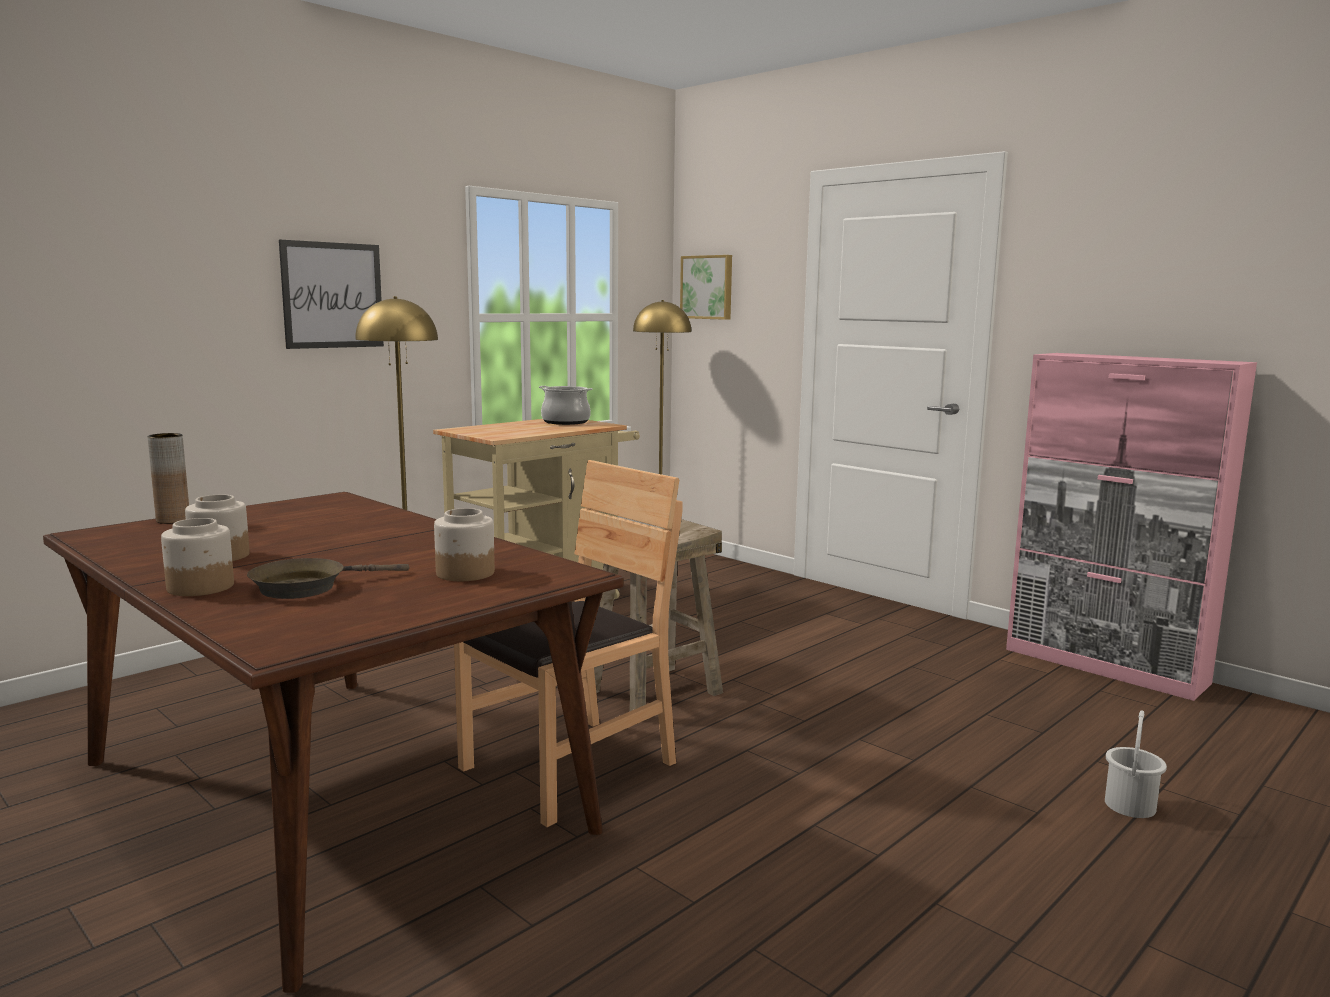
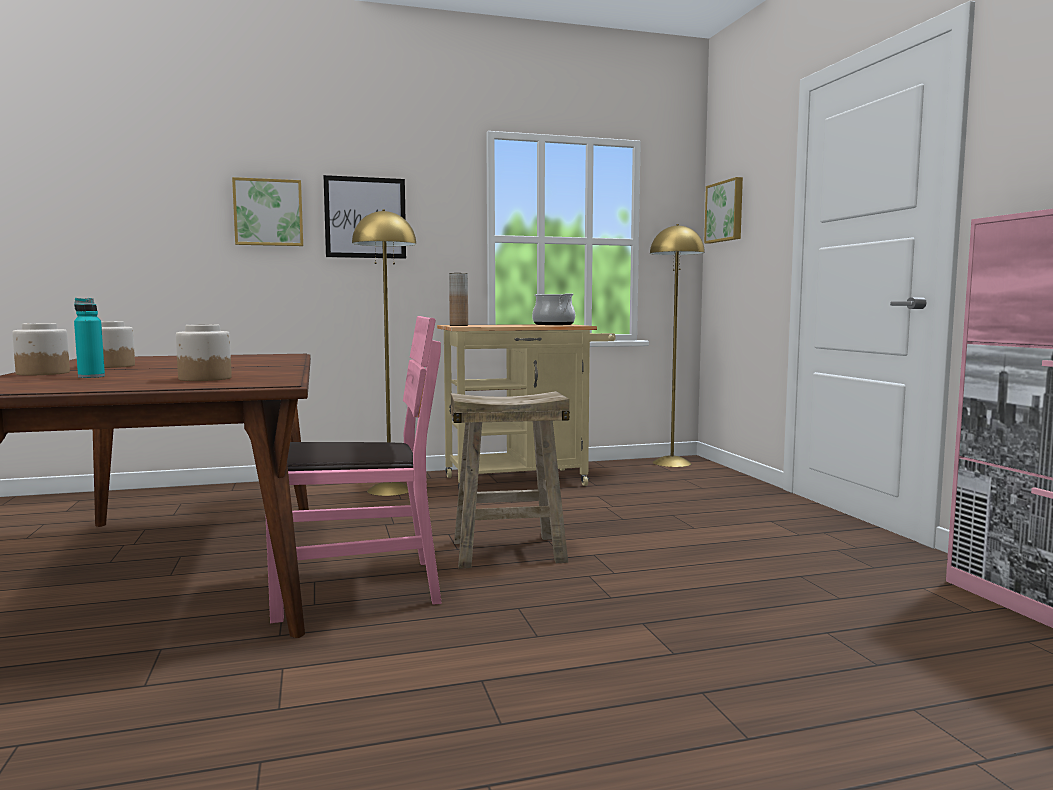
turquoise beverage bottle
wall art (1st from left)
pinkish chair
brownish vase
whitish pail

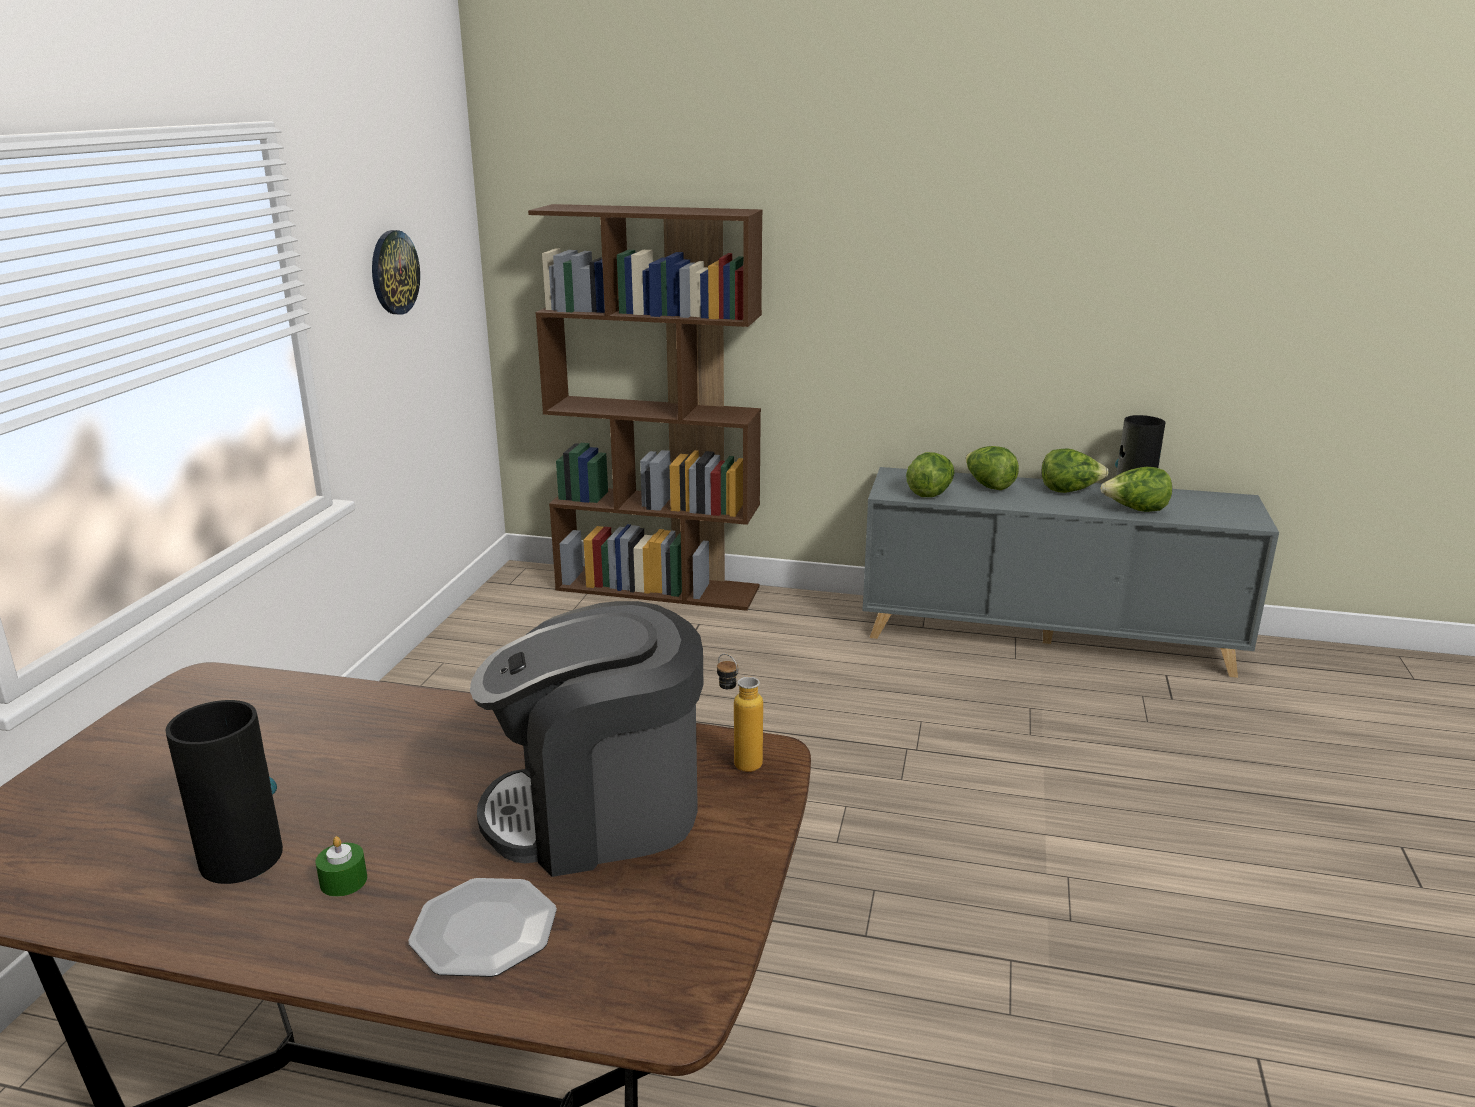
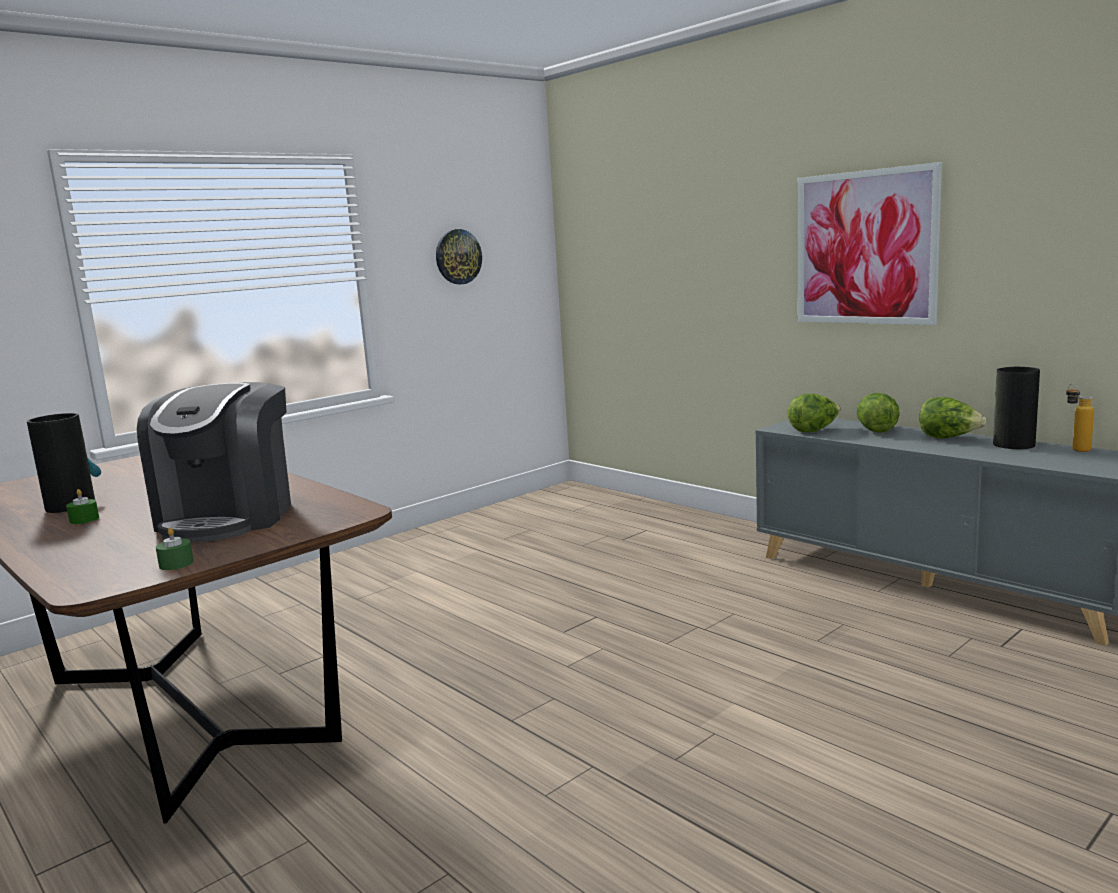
coffee maker
greenish wax light (2nd from left)
wall art
beverage bottle
plate
brownish shelving unit
lettuce (4th from left in the first image)

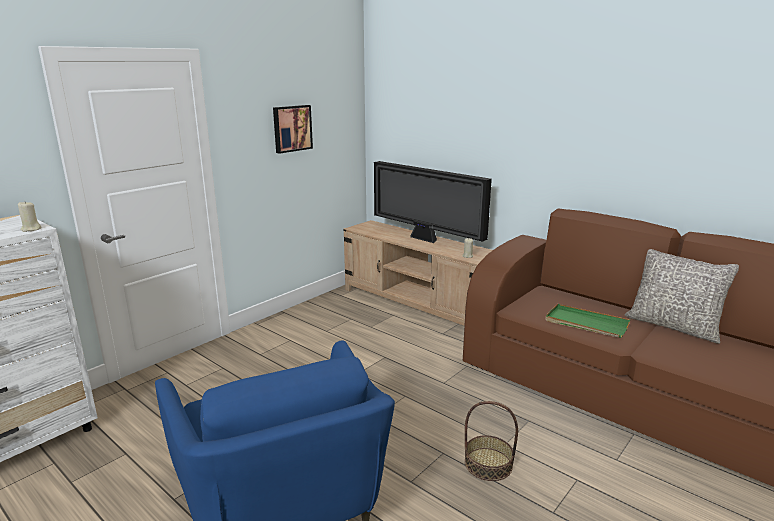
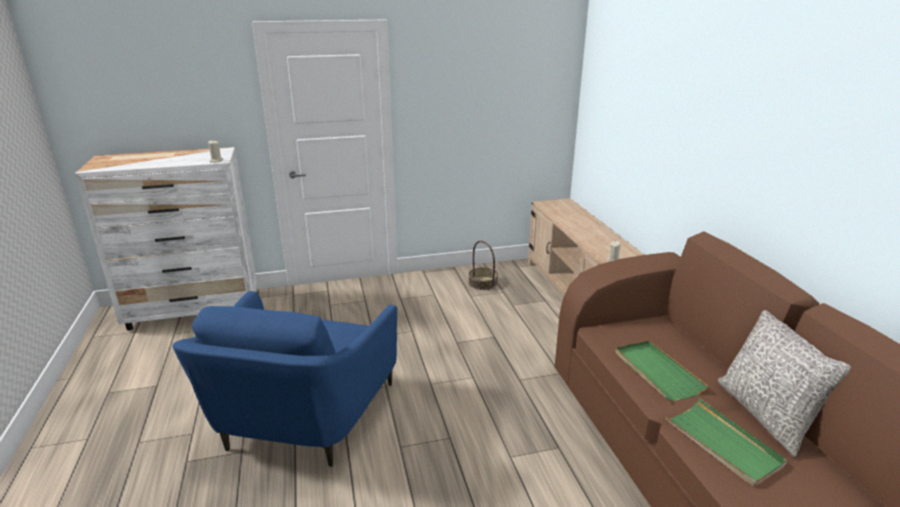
storage basket
greenish carrying tray (2nd from left)
wall art
TV set

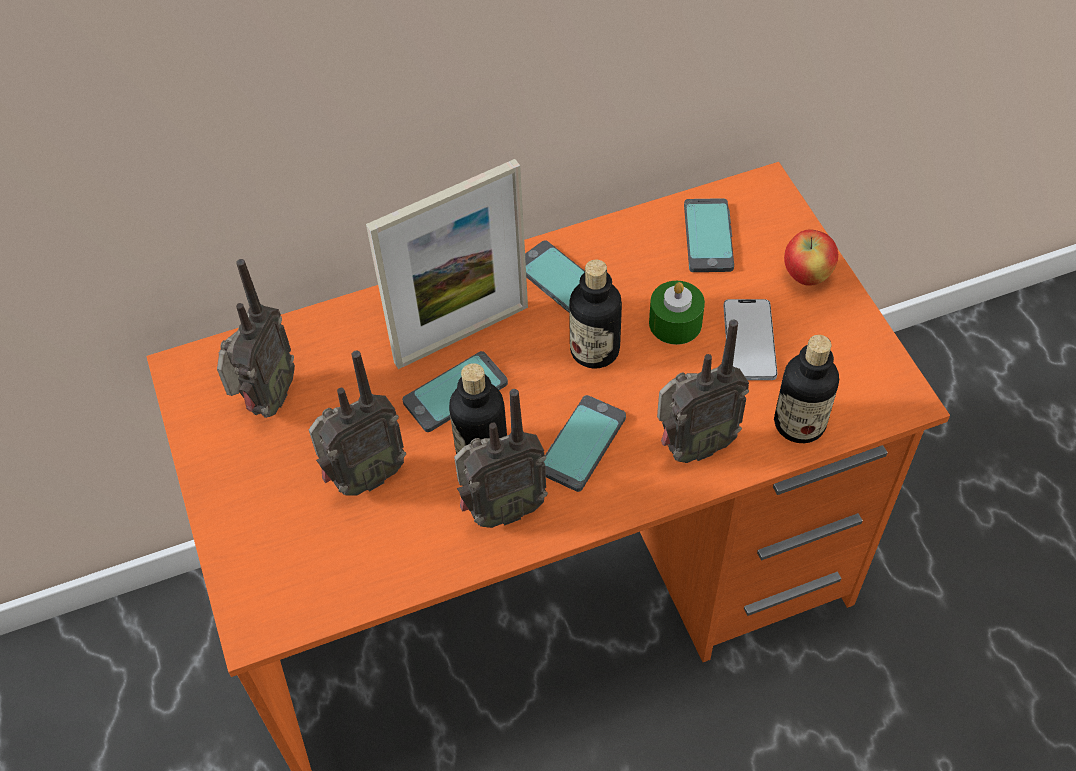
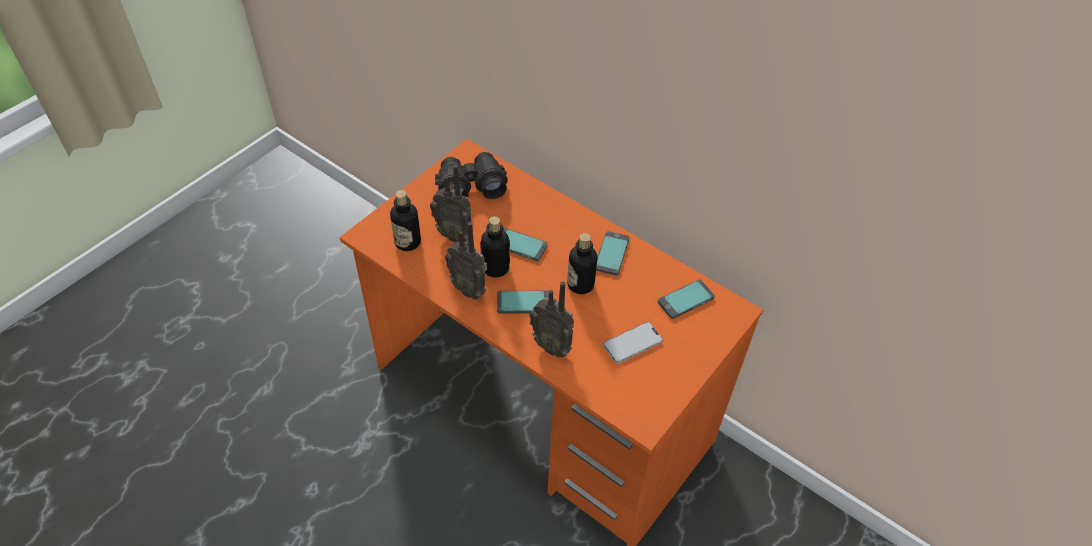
beverage bottle (1st from left)
black field glasses
photo frame
greenish wax light
apple fruit

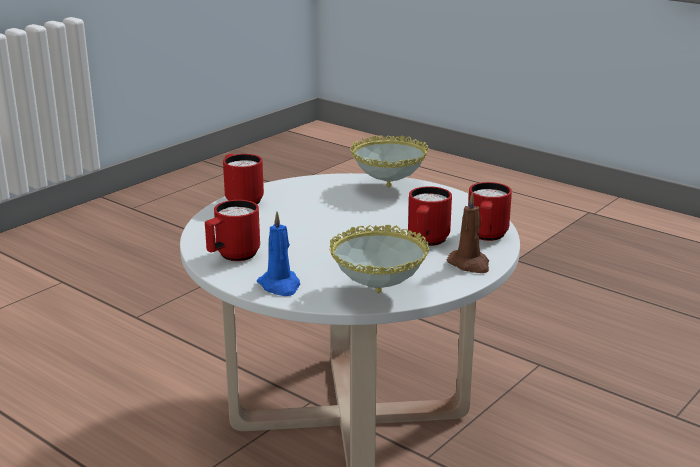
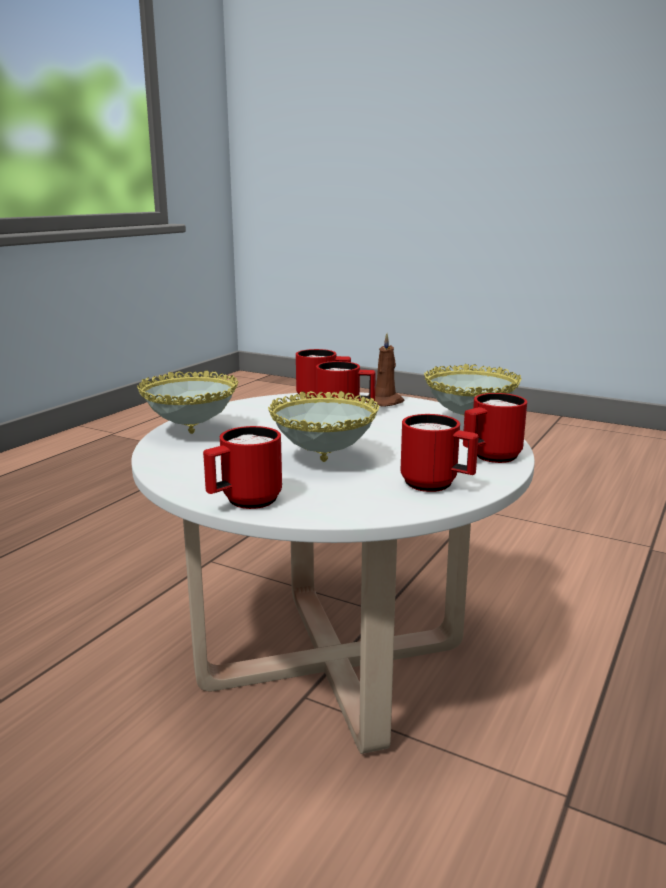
deep dish (2nd from left)
reddish mug (5th from left)

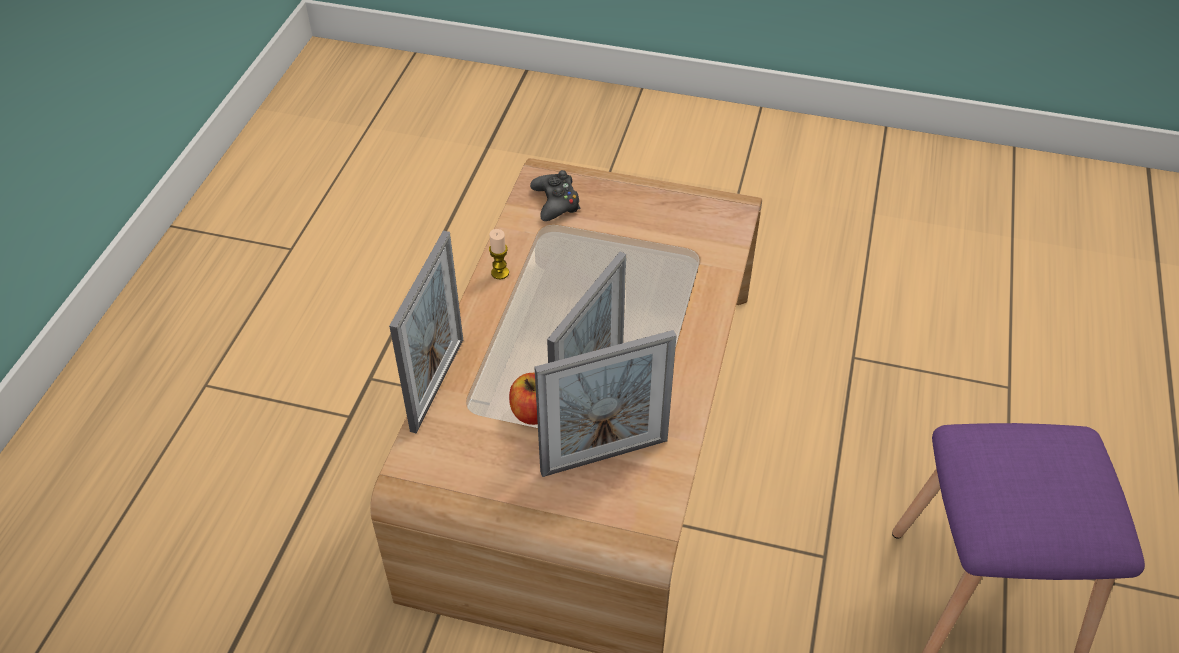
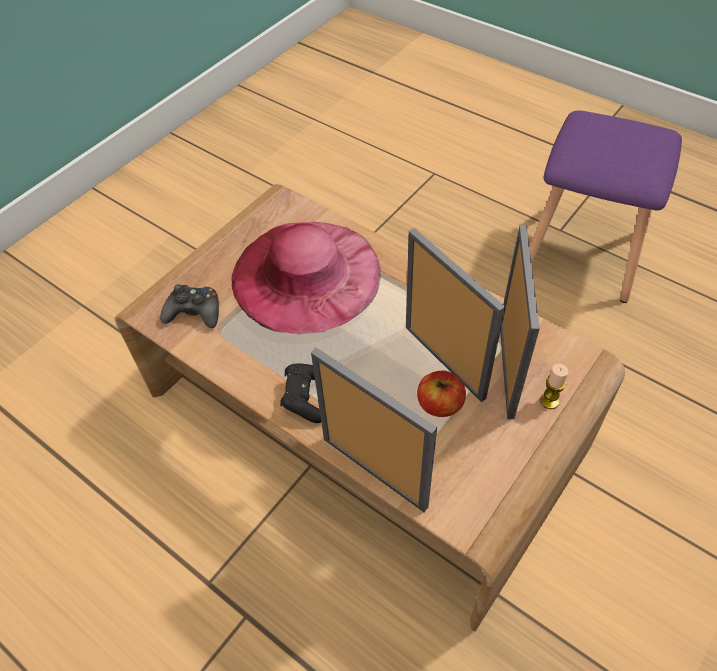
pinkish clothing hat
black joypad (2nd from left)
wax light

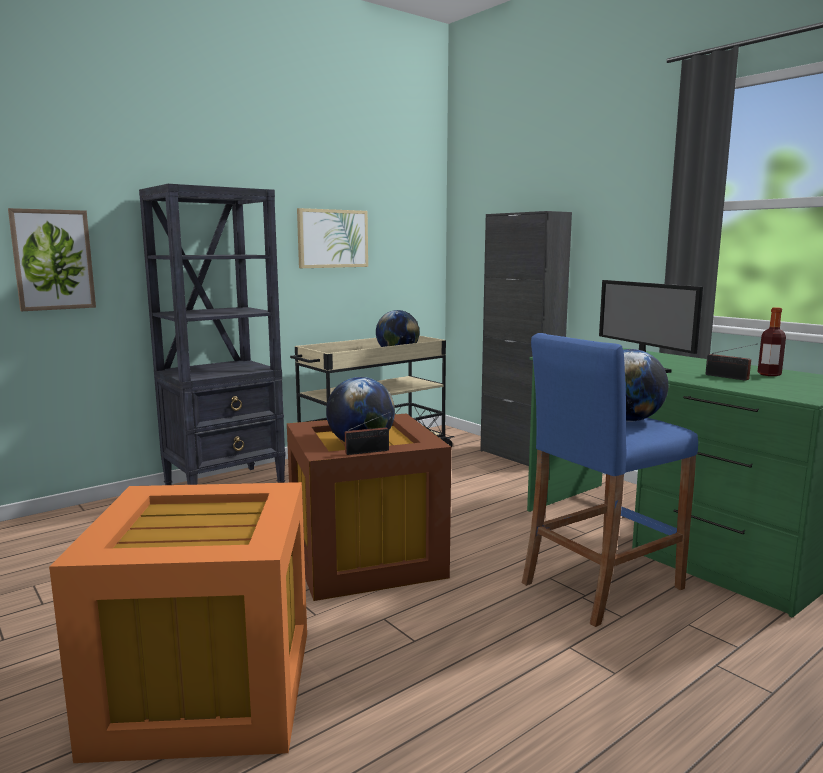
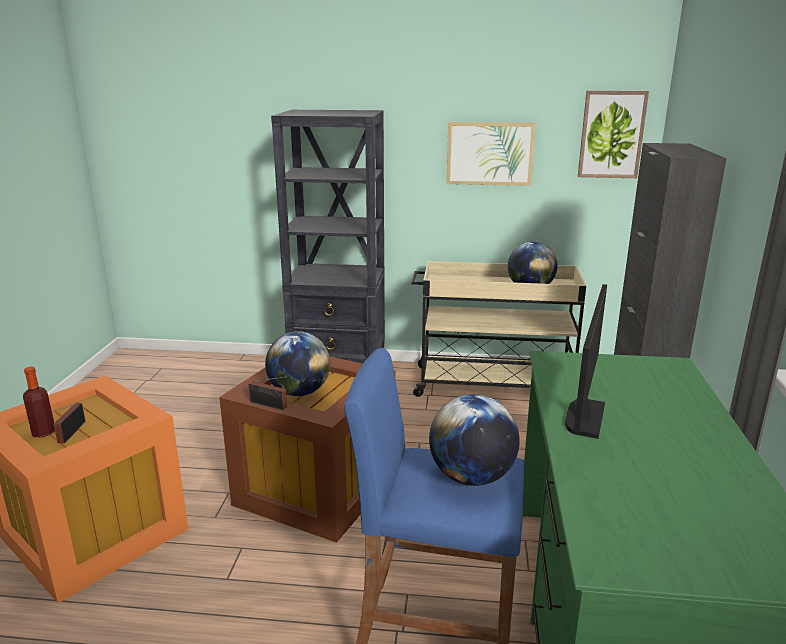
beverage bottle
radio receiver (1st from left)
wall art (2nd from left)

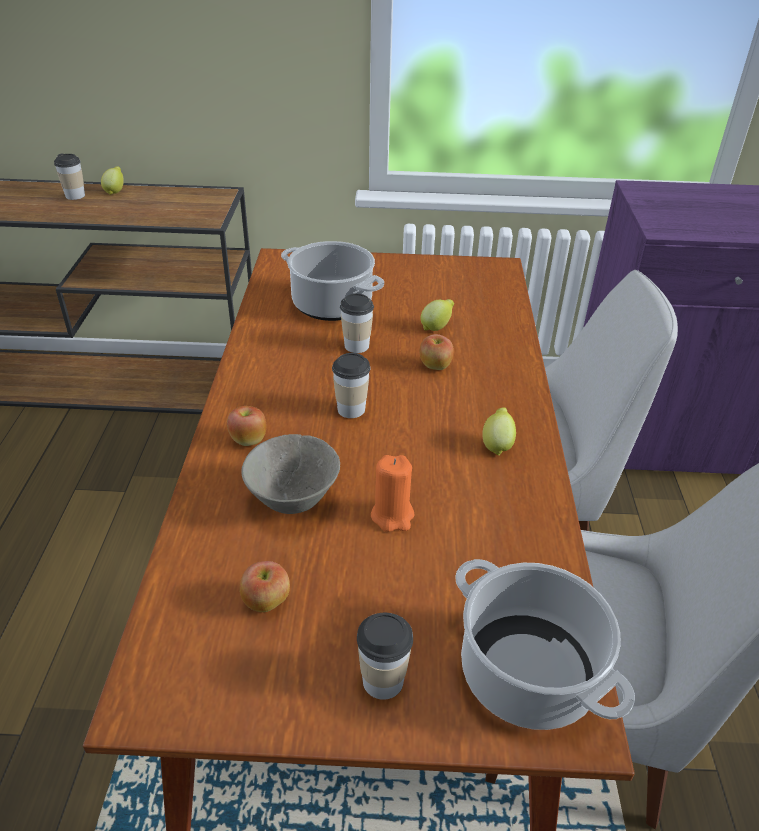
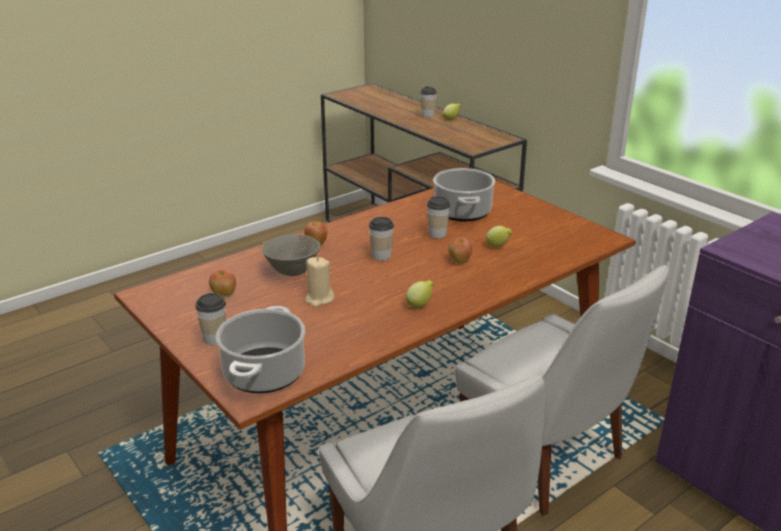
sand-coloured wax light

